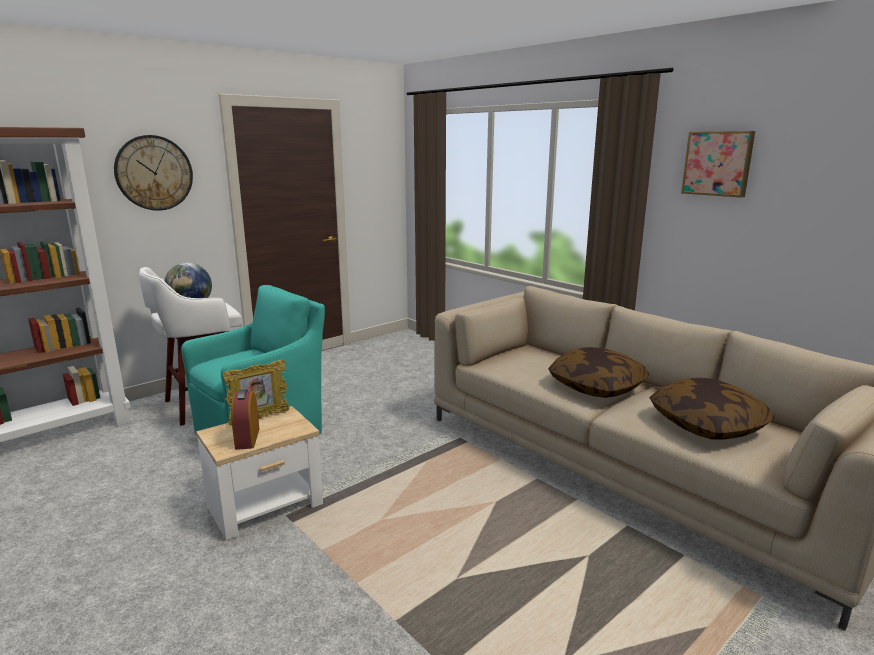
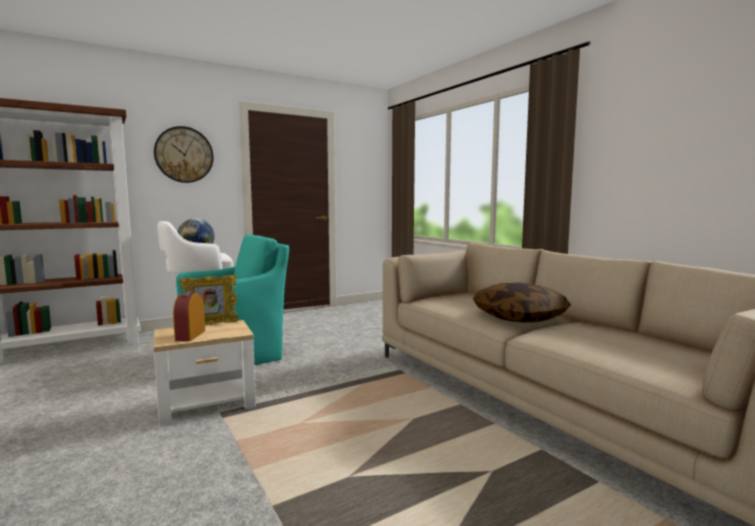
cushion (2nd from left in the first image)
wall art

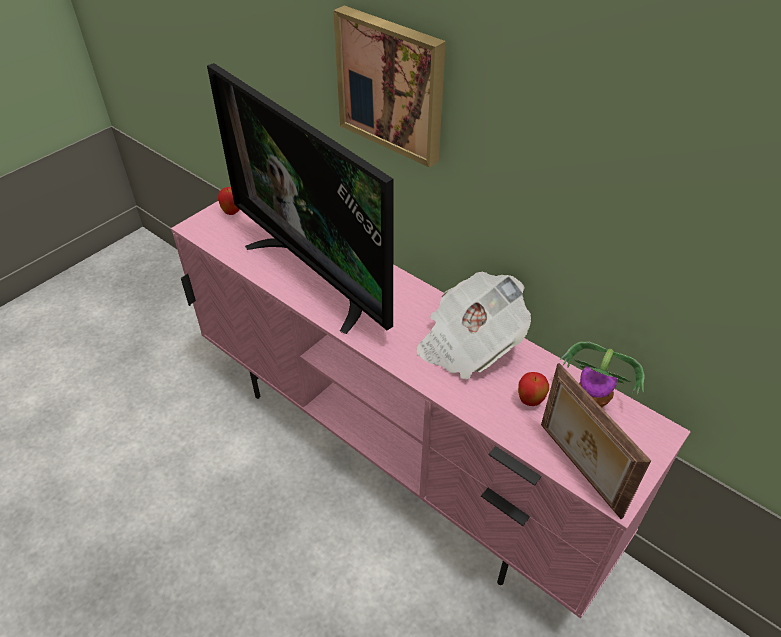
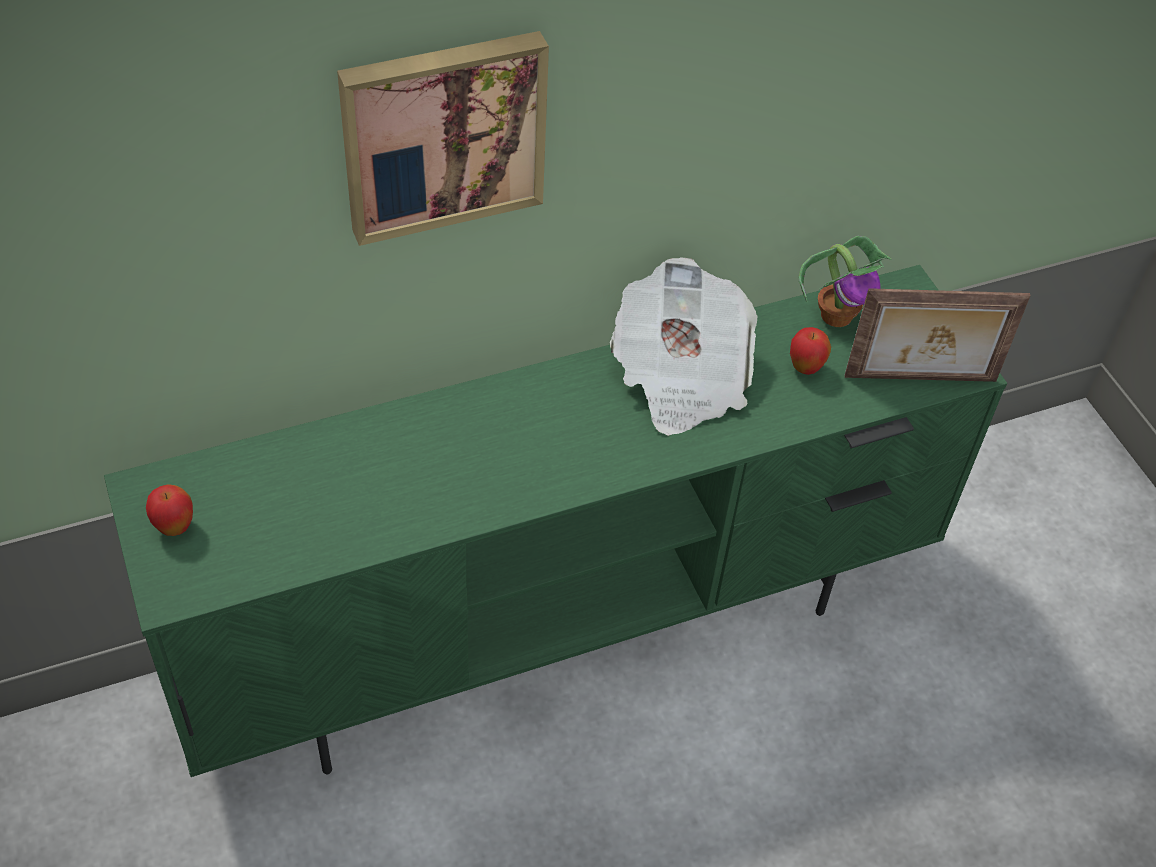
greenish tv unit
TV set

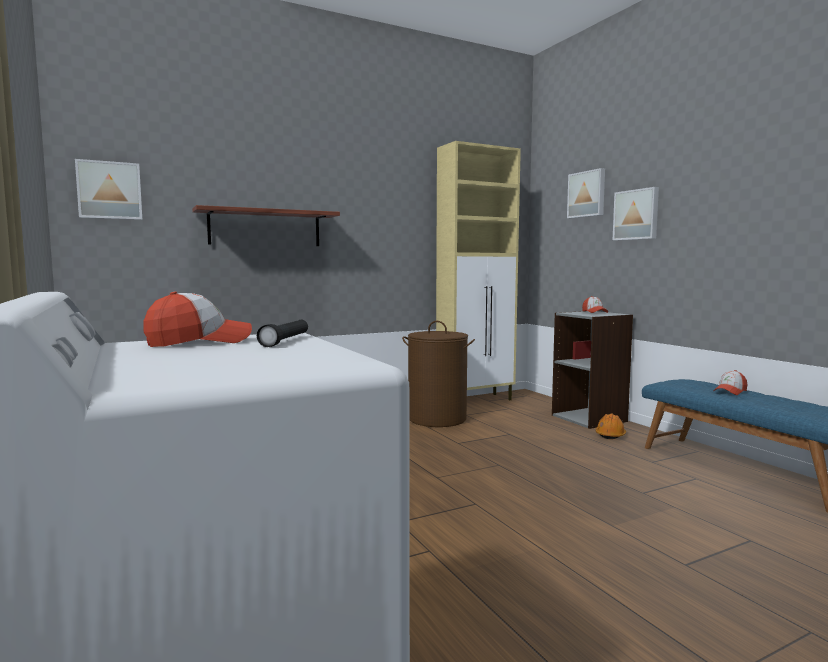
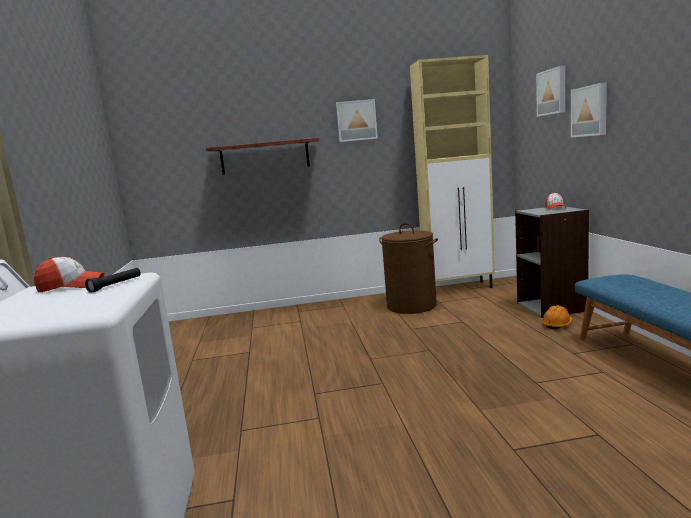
wall art (1st from left)
baseball cap (3rd from left in the first image)

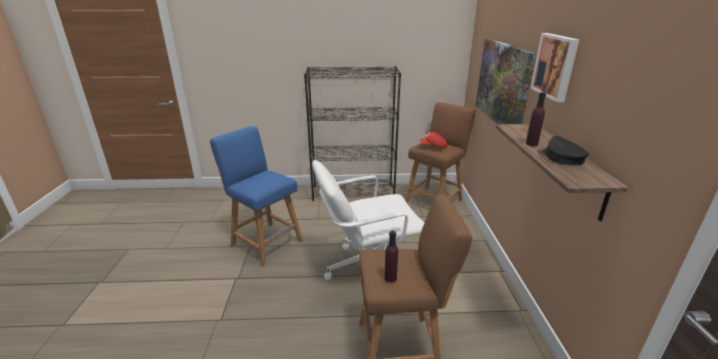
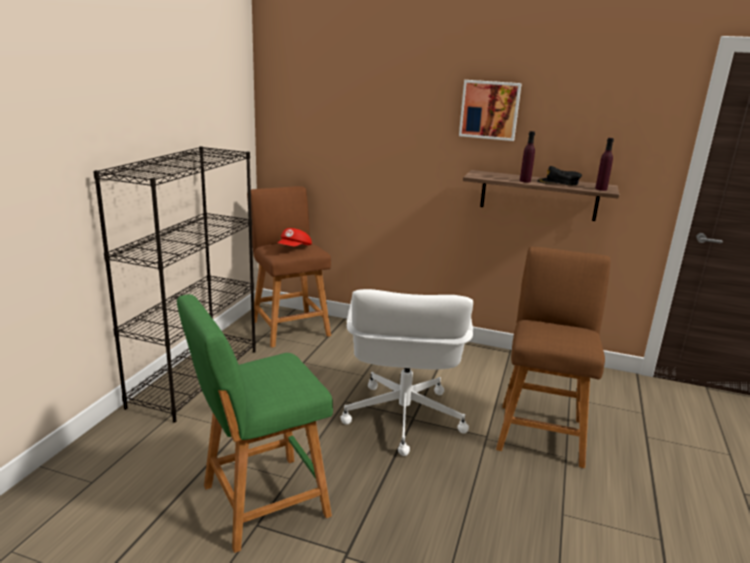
greenish stool seat
purple-coloured beverage bottle (2nd from left)
wall art (1st from left in the first image)

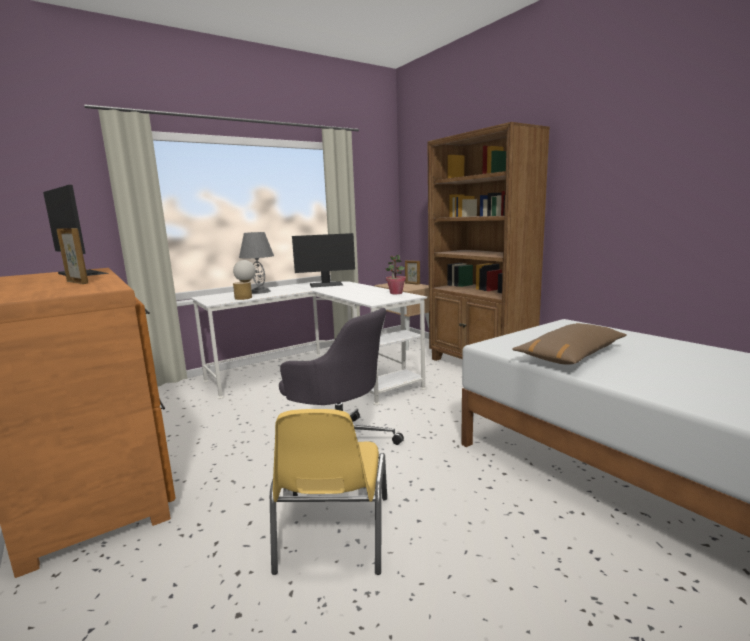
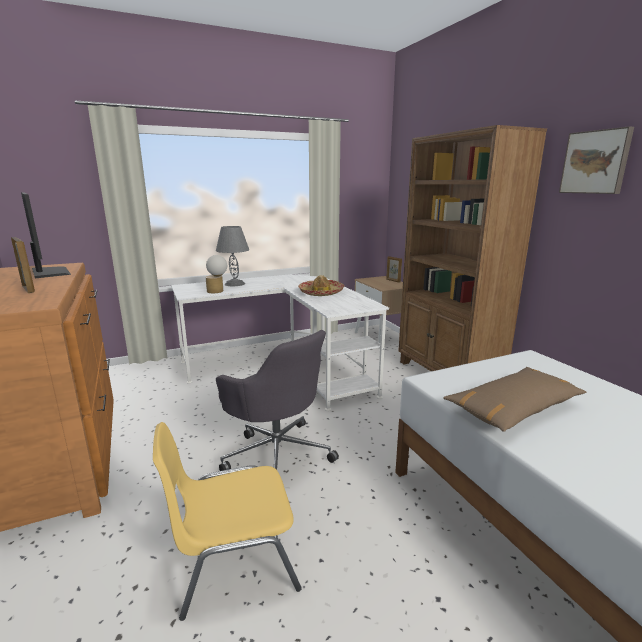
yellowish chair
clothing hat
wall art
computer display (2nd from left in the first image)
potted plant

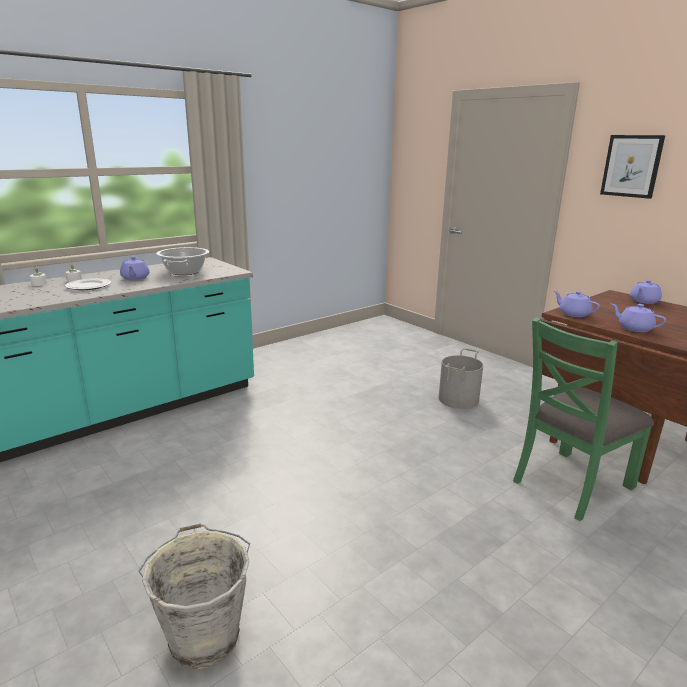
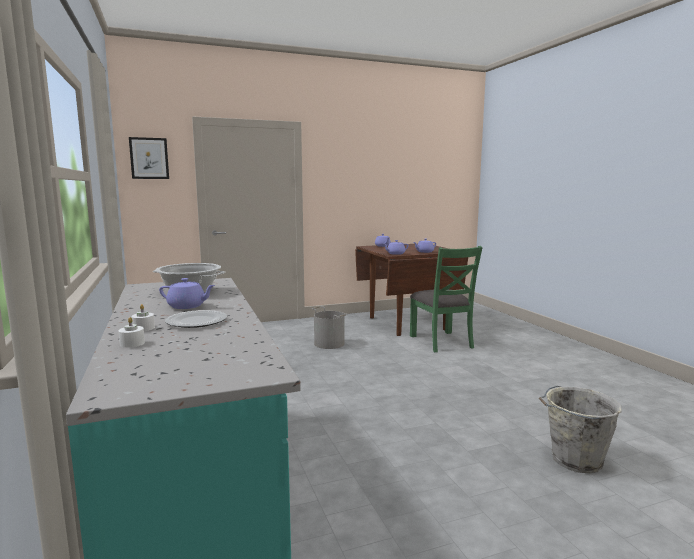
wall art

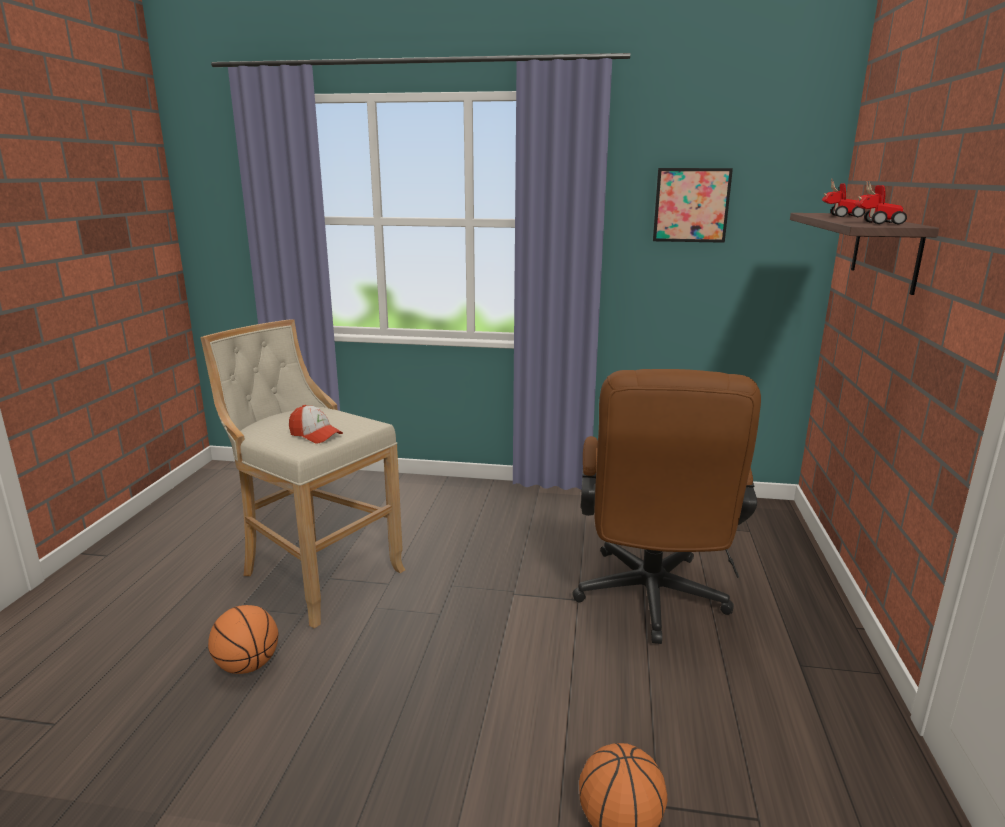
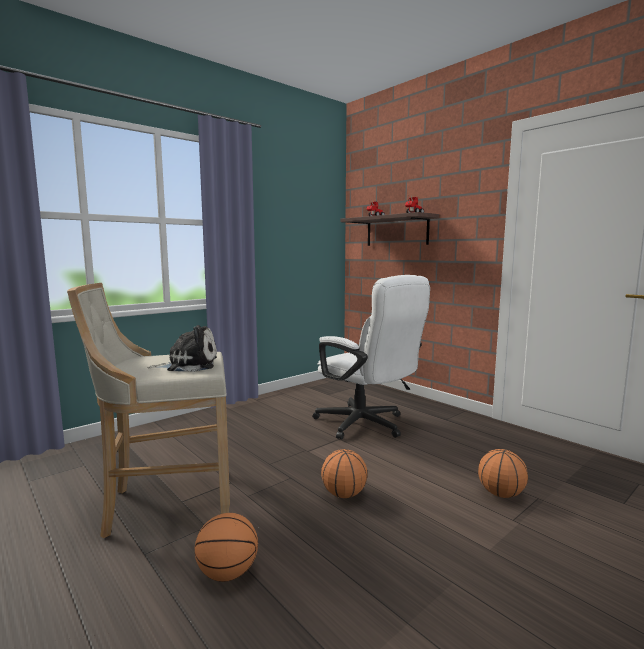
cuddly toy
whitish computer chair
ball for basketball (2nd from left)
wall art

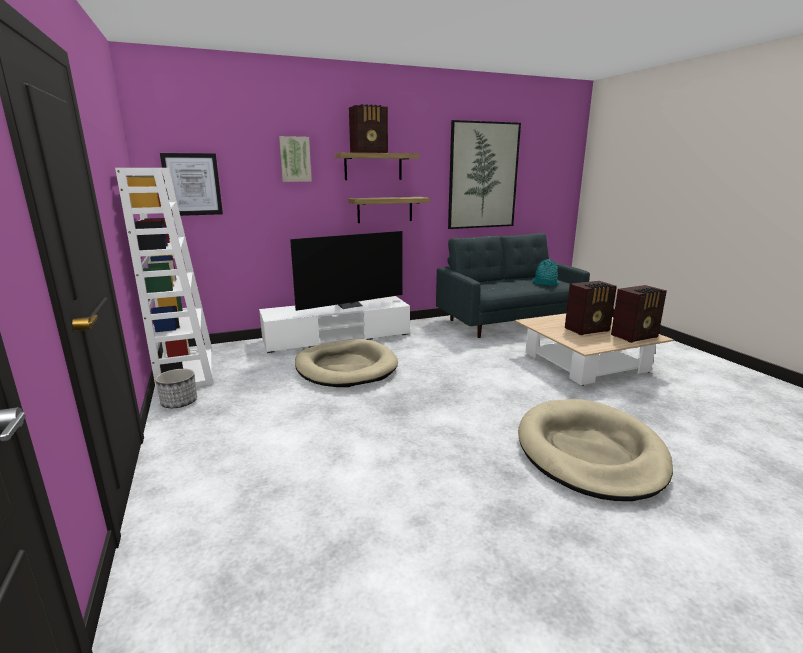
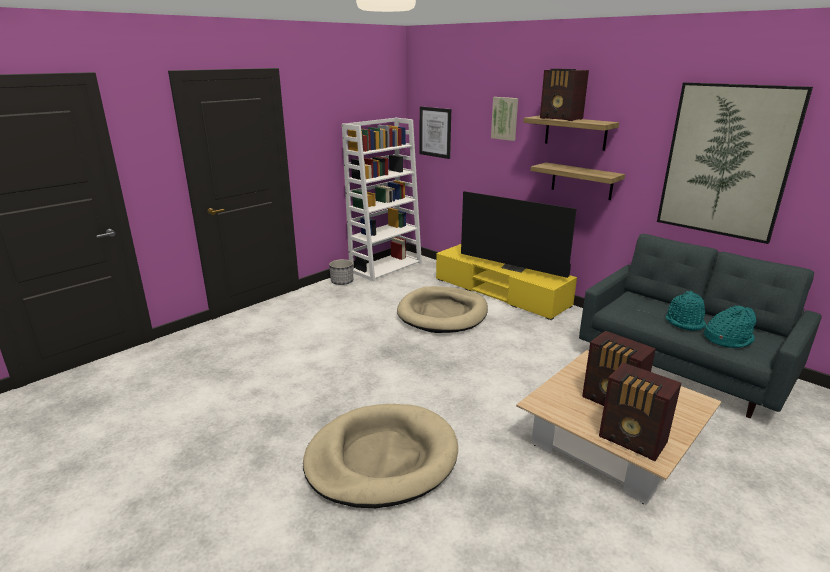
yellowish tv unit
turquoise clothing hat (1st from left)

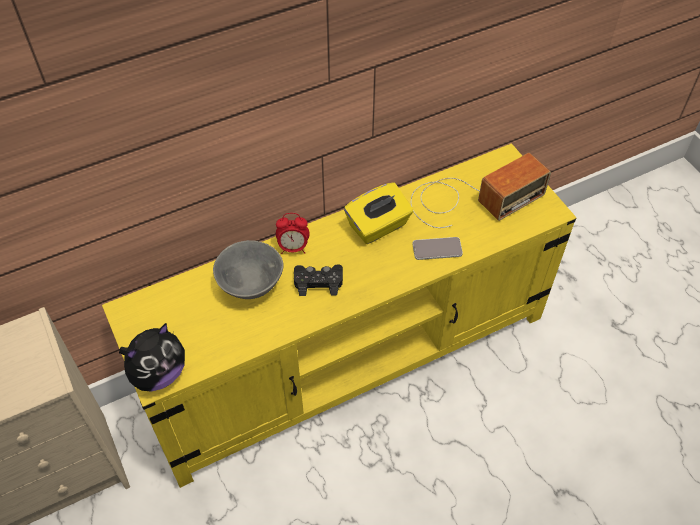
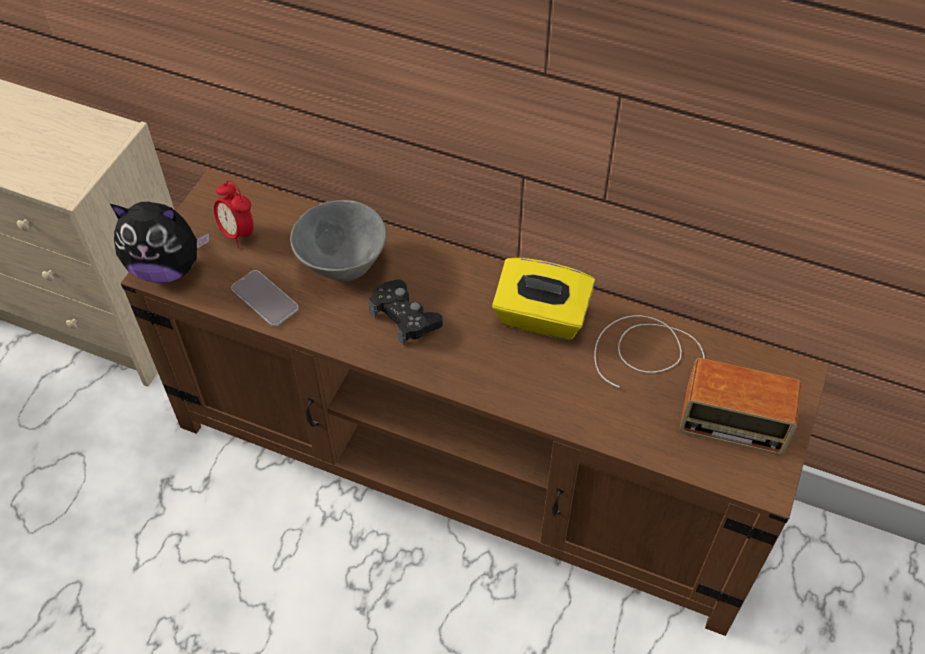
brownish tv unit
bedside clock
telephone

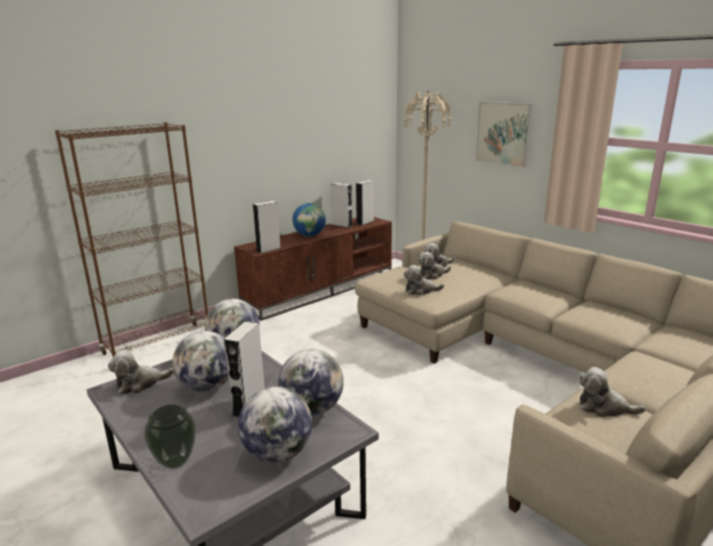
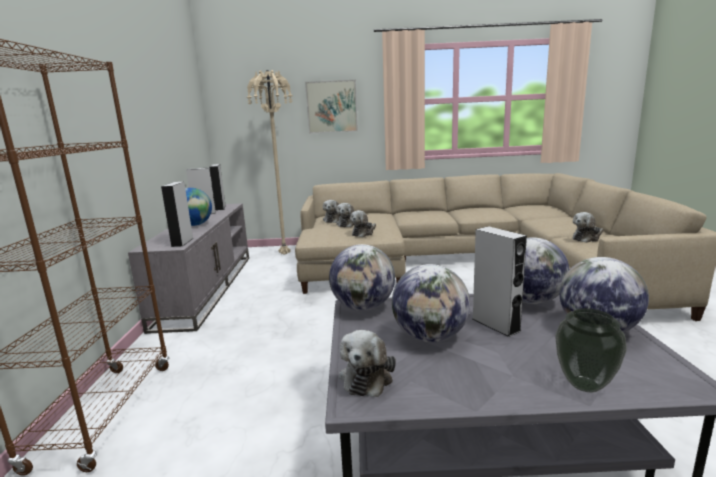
gray tv unit

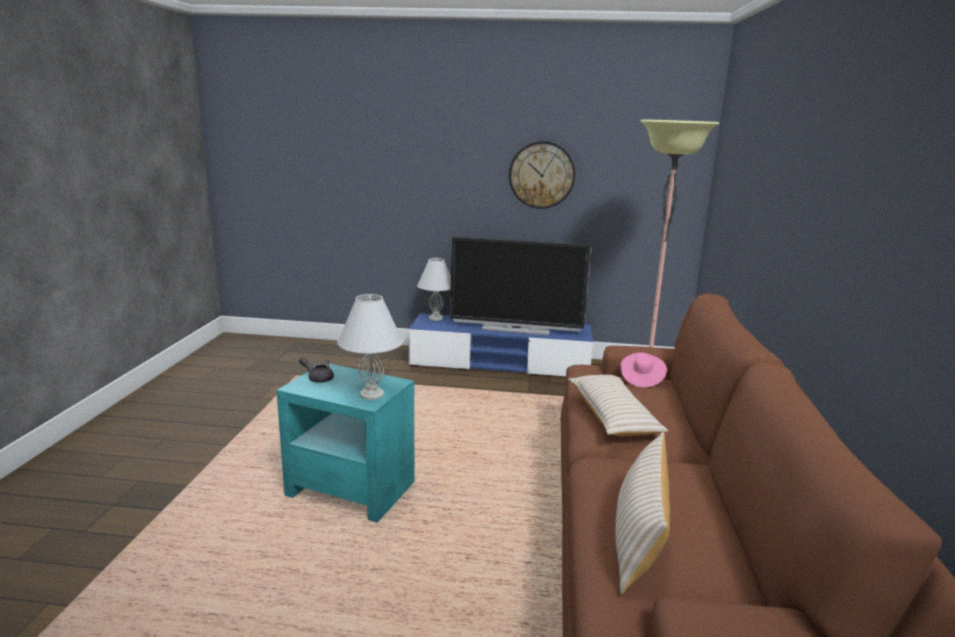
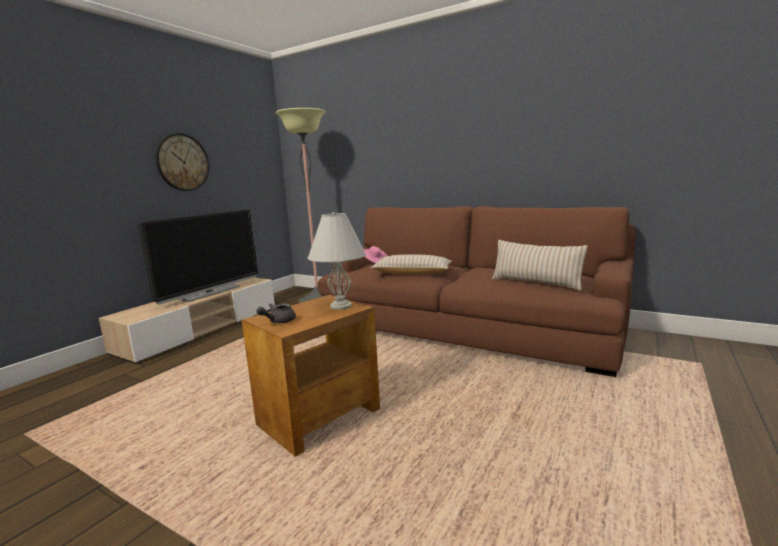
sand-coloured tv unit
brownish side table
whitish tabletop lamp (2nd from left in the first image)

